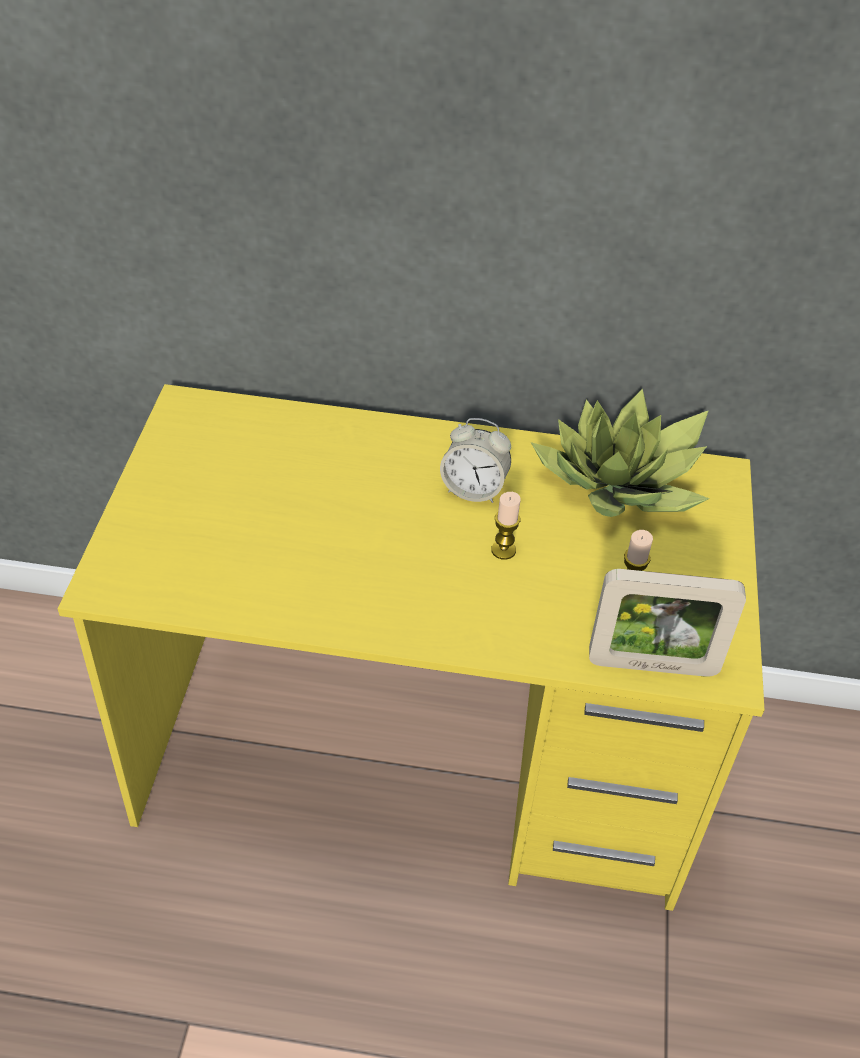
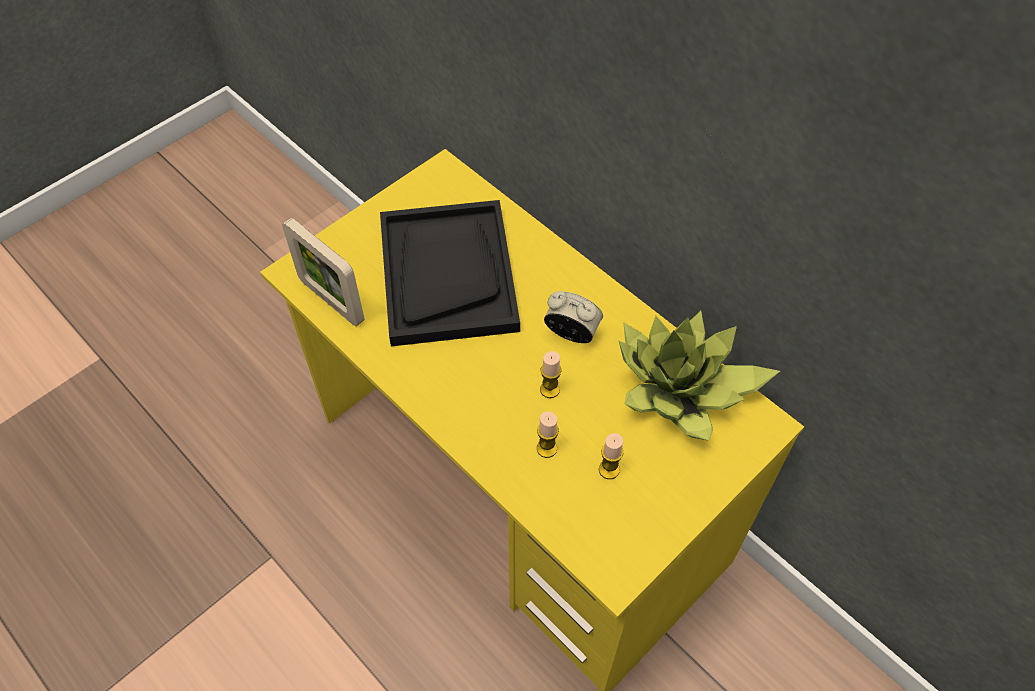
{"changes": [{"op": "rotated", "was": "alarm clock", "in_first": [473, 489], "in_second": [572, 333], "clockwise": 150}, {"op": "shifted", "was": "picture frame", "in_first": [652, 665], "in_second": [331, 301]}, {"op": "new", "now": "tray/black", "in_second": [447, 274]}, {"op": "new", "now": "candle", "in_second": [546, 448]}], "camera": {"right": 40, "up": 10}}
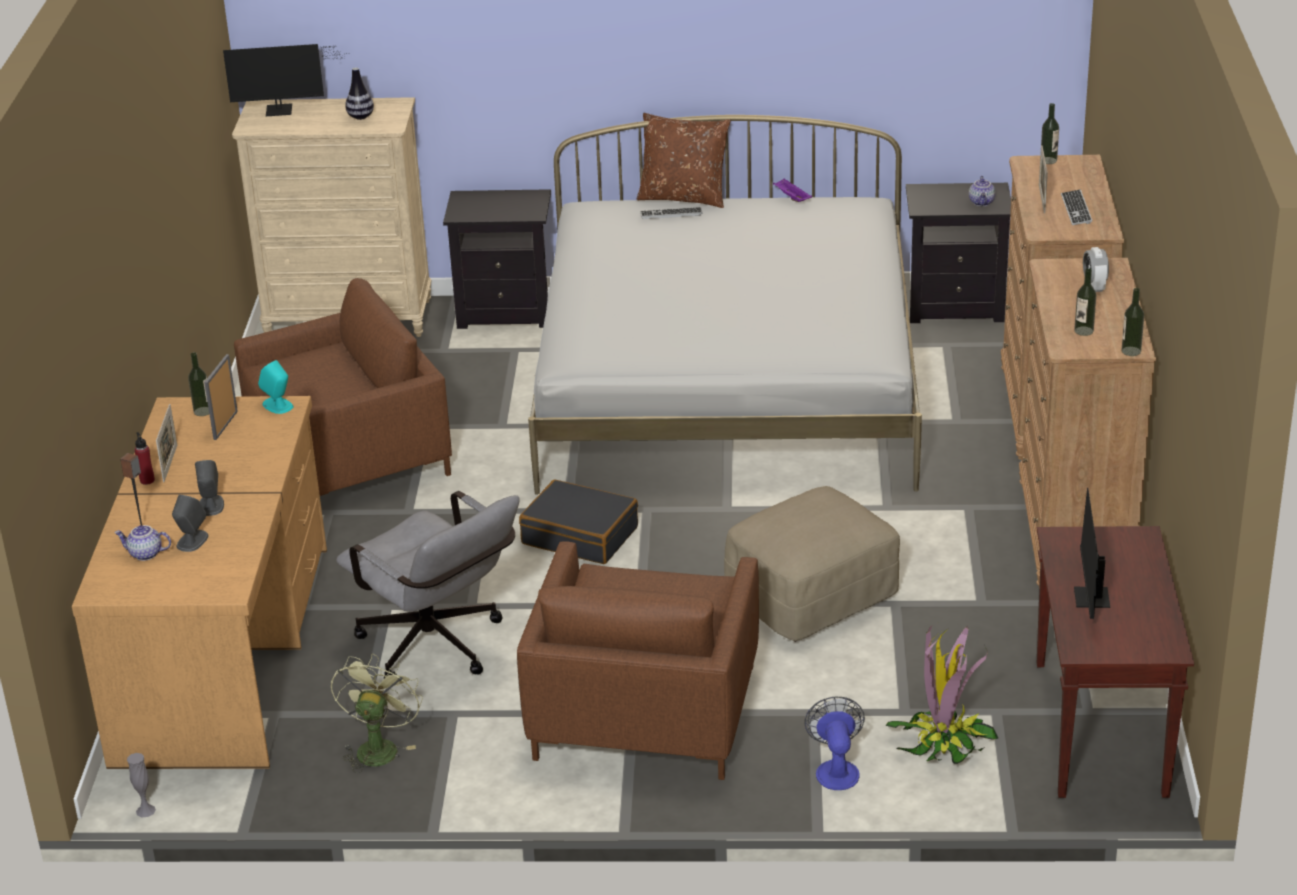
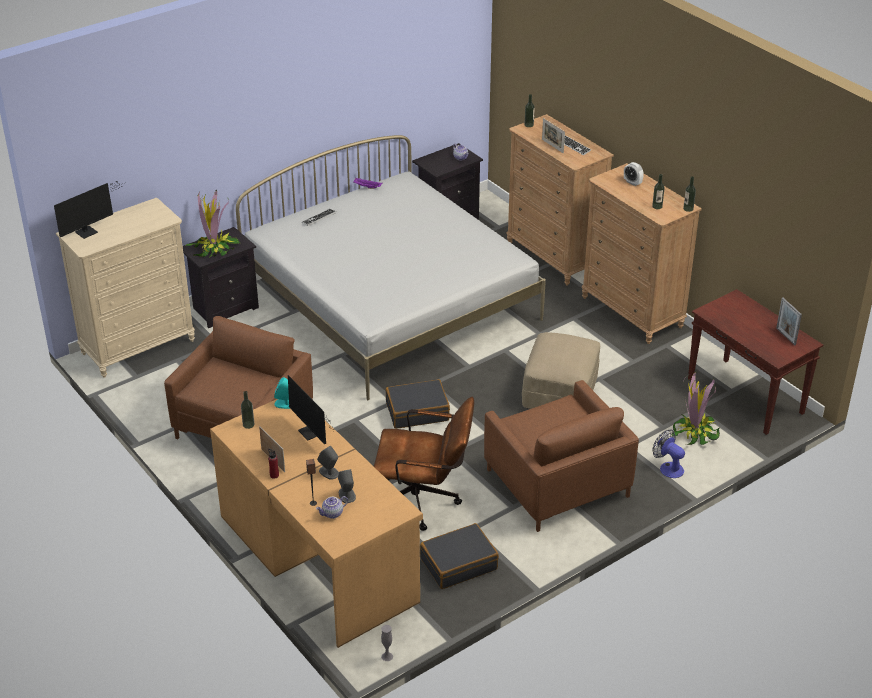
{"changes": [{"op": "shifted", "was": "picture frame", "in_first": [225, 425], "in_second": [786, 336]}, {"op": "swapped", "was": "fan/green", "now": "suitcase/black", "in_first": [378, 747], "in_second": [458, 563]}, {"op": "repainted", "was": "office chair/grey", "now": "office chair/brown", "in_first": [439, 650], "in_second": [424, 501]}, {"op": "gone", "was": "vase", "in_first": [360, 117]}, {"op": "gone", "was": "pillow/brown", "in_first": [684, 197]}, {"op": "shifted", "was": "monitor", "in_first": [1090, 601], "in_second": [311, 434]}, {"op": "new", "now": "potted plant", "in_second": [215, 249]}], "camera": {"right": -40, "up": 5}}
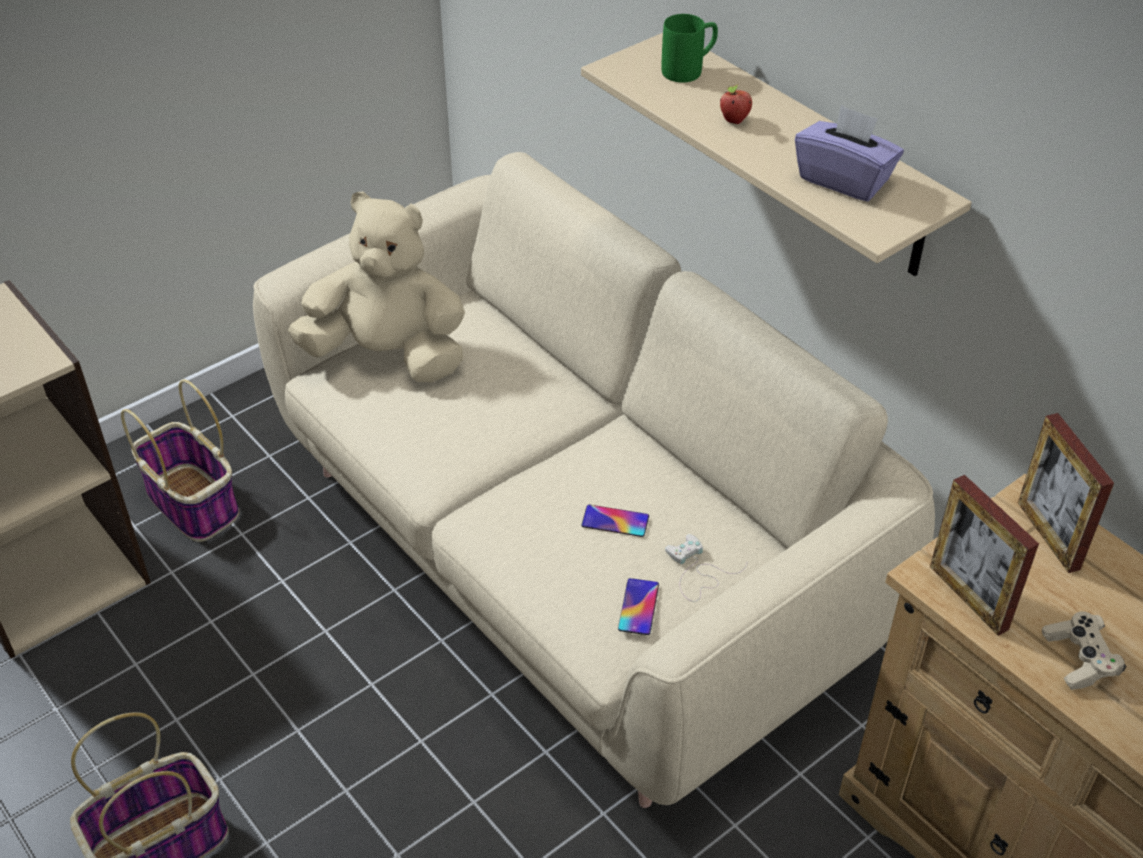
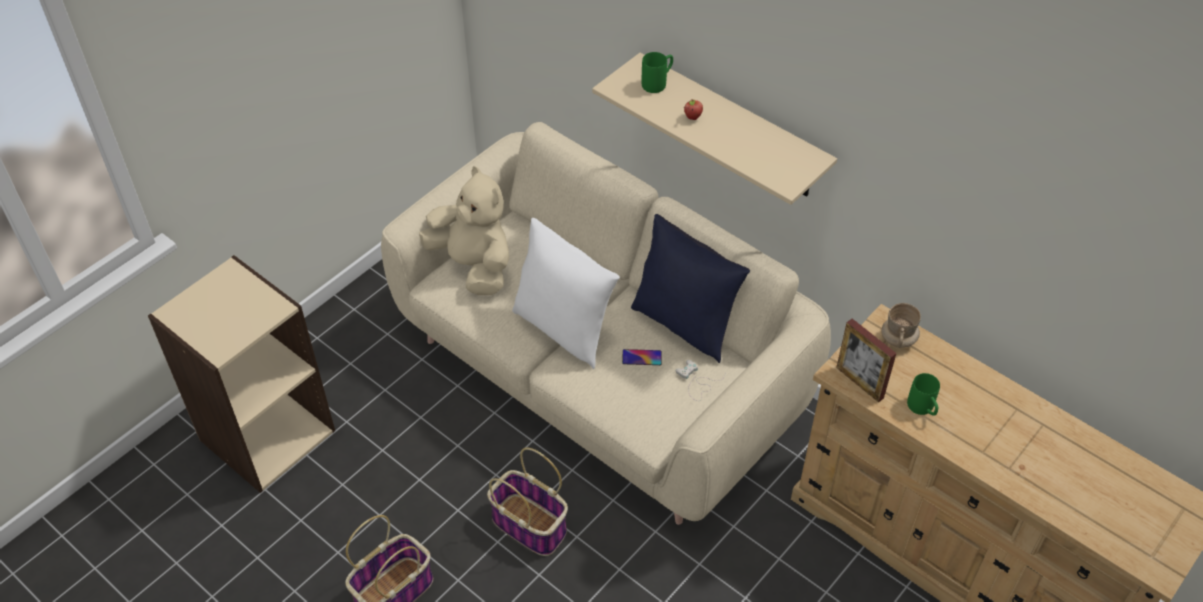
{"changes": [{"op": "shifted", "was": "basket", "in_first": [194, 504], "in_second": [530, 525]}, {"op": "rotated", "was": "plush toy/beige", "in_first": [388, 355], "in_second": [473, 265], "clockwise": 45}, {"op": "gone", "was": "phone", "in_first": [638, 607]}, {"op": "gone", "was": "tissue box/purple", "in_first": [844, 180]}, {"op": "swapped", "was": "picture frame", "now": "mug/beige", "in_first": [1048, 535], "in_second": [898, 340]}, {"op": "swapped", "was": "game controller/beige", "now": "mug/green", "in_first": [1079, 659], "in_second": [923, 409]}, {"op": "new", "now": "pillow/white", "in_second": [564, 329]}, {"op": "new", "now": "pillow/blue", "in_second": [684, 324]}], "camera": {"right": -10, "up": 5}}
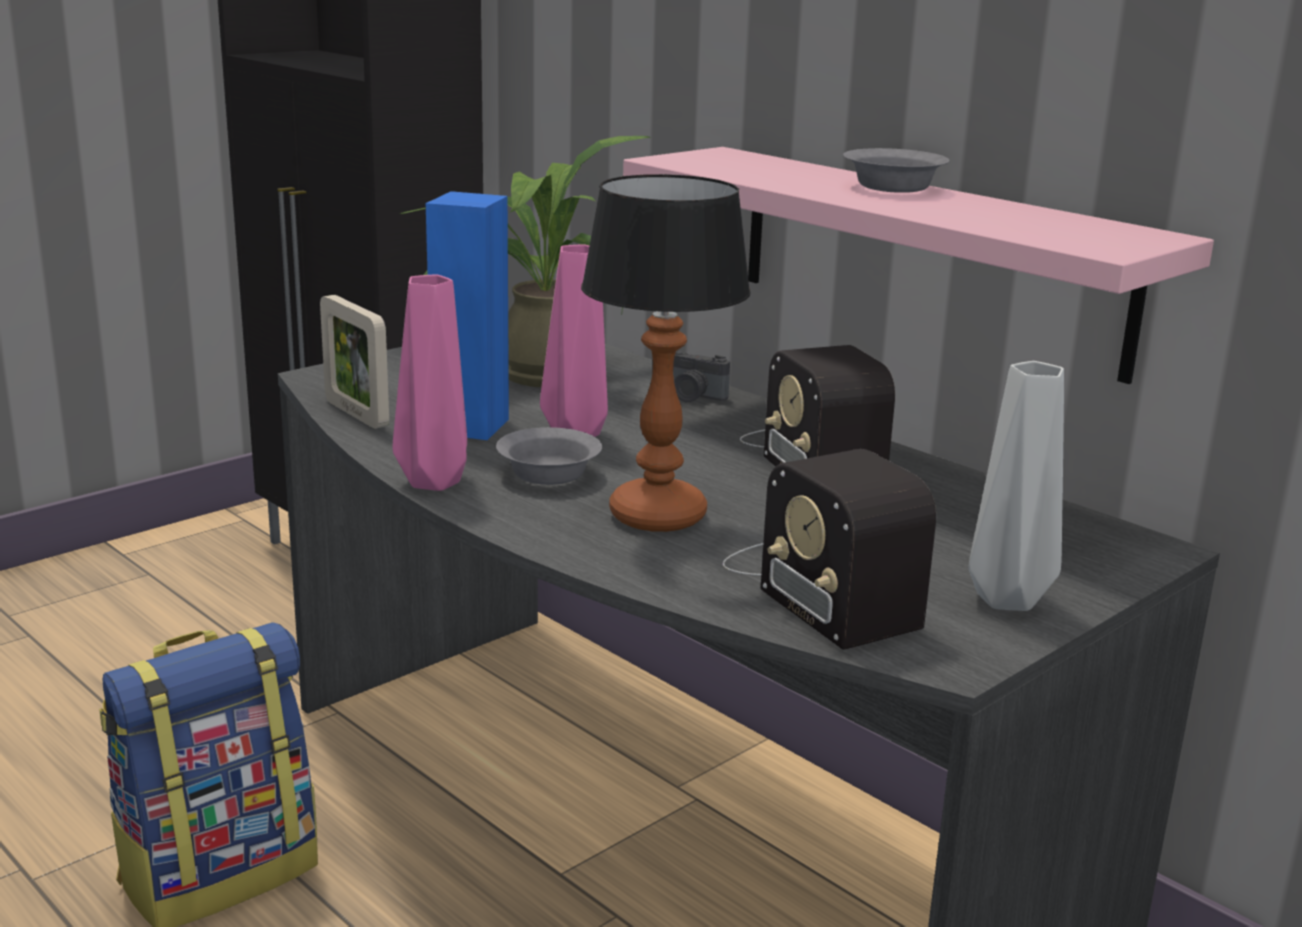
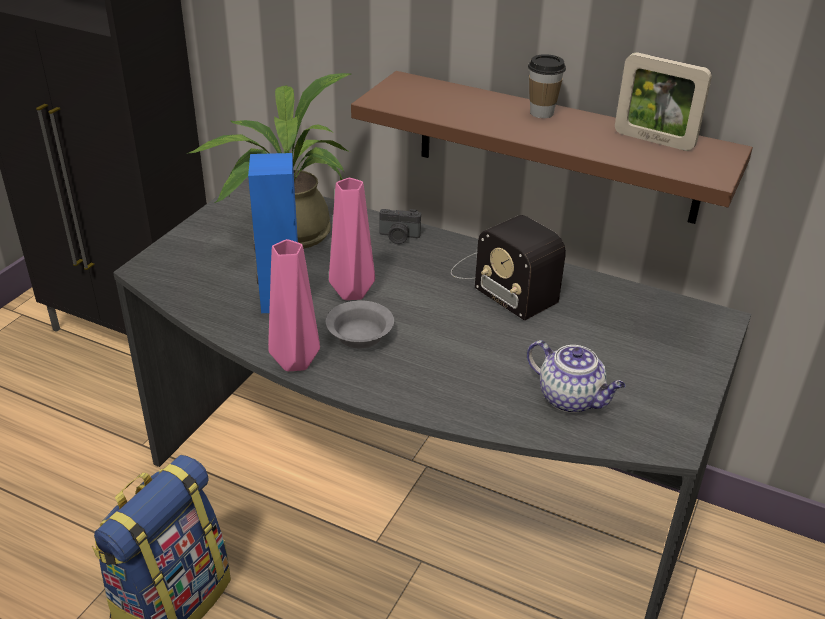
{"changes": [{"op": "shifted", "was": "picture frame", "in_first": [356, 414], "in_second": [654, 140]}, {"op": "gone", "was": "table lamp", "in_first": [659, 516]}, {"op": "repainted", "was": "shelf/pink", "now": "shelf/brown", "in_first": [928, 257], "in_second": [556, 147]}, {"op": "swapped", "was": "radio", "now": "teapot", "in_first": [818, 585], "in_second": [571, 399]}, {"op": "swapped", "was": "bowl/grey", "now": "cup", "in_first": [893, 187], "in_second": [541, 113]}, {"op": "gone", "was": "vase/grey", "in_first": [1003, 600]}], "camera": {"right": -20, "up": 15}}
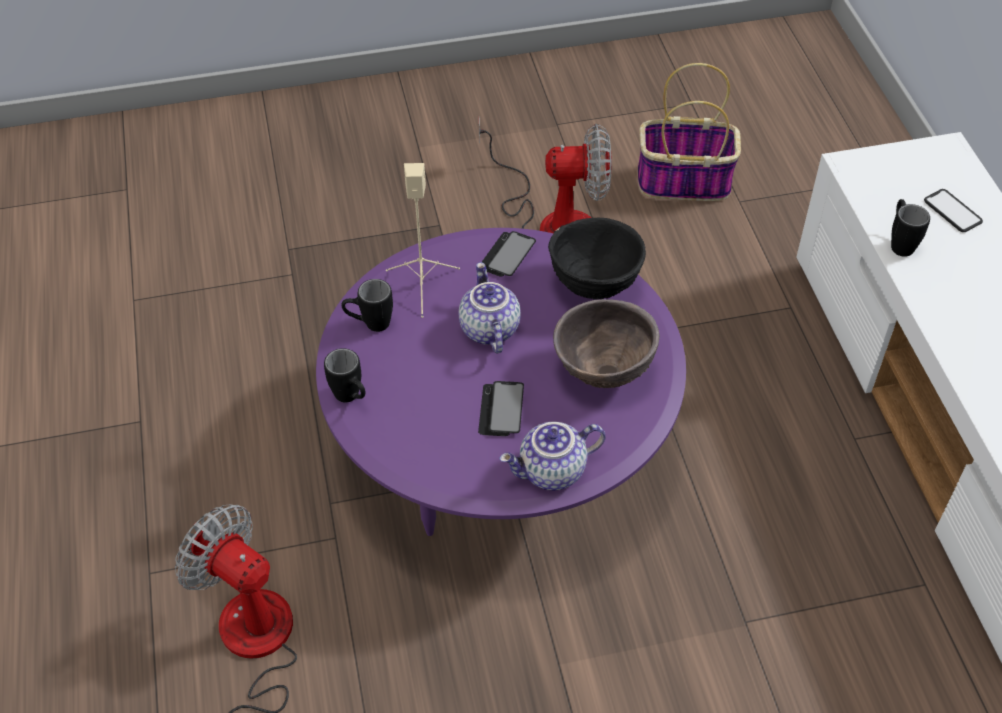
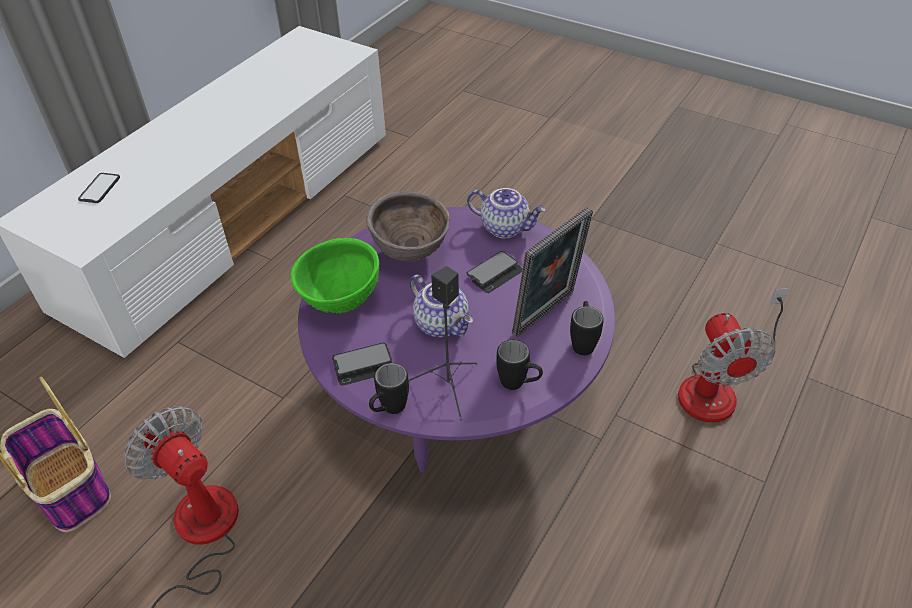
{"changes": [{"op": "repainted", "was": "speaker/beige", "now": "speaker/black", "in_first": [421, 285], "in_second": [449, 388]}, {"op": "rotated", "was": "teapot", "in_first": [488, 329], "in_second": [443, 324], "clockwise": -75}, {"op": "repainted", "was": "bowl/black", "now": "bowl/green", "in_first": [594, 286], "in_second": [341, 303]}, {"op": "shifted", "was": "mug/black", "in_first": [899, 242], "in_second": [389, 410]}, {"op": "new", "now": "picture frame", "in_second": [547, 315]}], "camera": {"right": -135, "up": -5}}
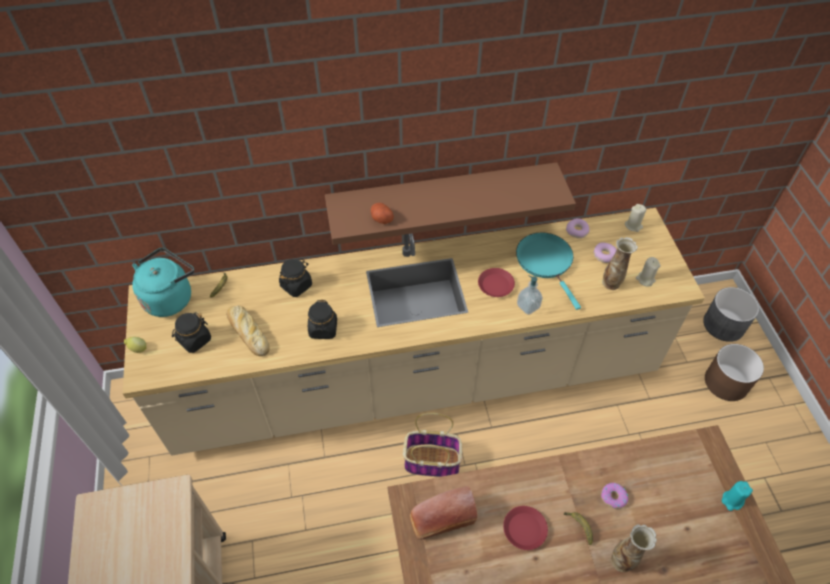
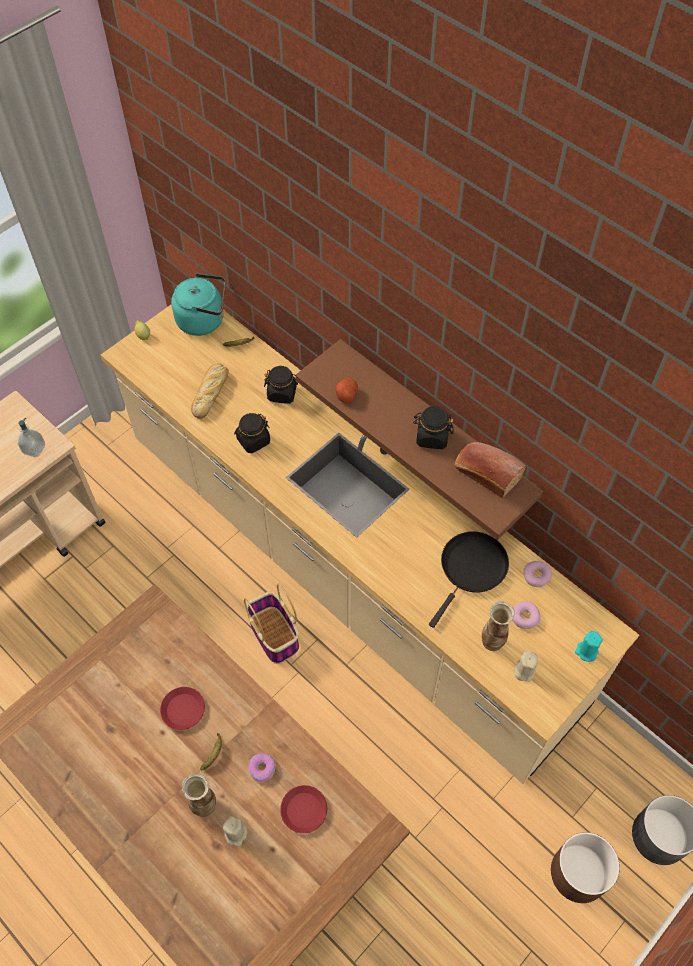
{"changes": [{"op": "shifted", "was": "jar/black", "in_first": [194, 340], "in_second": [431, 437]}, {"op": "shifted", "was": "bread", "in_first": [441, 519], "in_second": [485, 473]}, {"op": "shifted", "was": "plate/red", "in_first": [496, 285], "in_second": [304, 810]}, {"op": "repainted", "was": "frying pan/turquoise", "now": "frying pan/black", "in_first": [546, 261], "in_second": [471, 569]}, {"op": "shifted", "was": "soap dispenser", "in_first": [528, 306], "in_second": [34, 449]}, {"op": "shifted", "was": "candle/beige", "in_first": [633, 226], "in_second": [236, 834]}, {"op": "shifted", "was": "candle/turquoise", "in_first": [732, 500], "in_second": [586, 651]}], "camera": {"right": 55, "up": 5}}
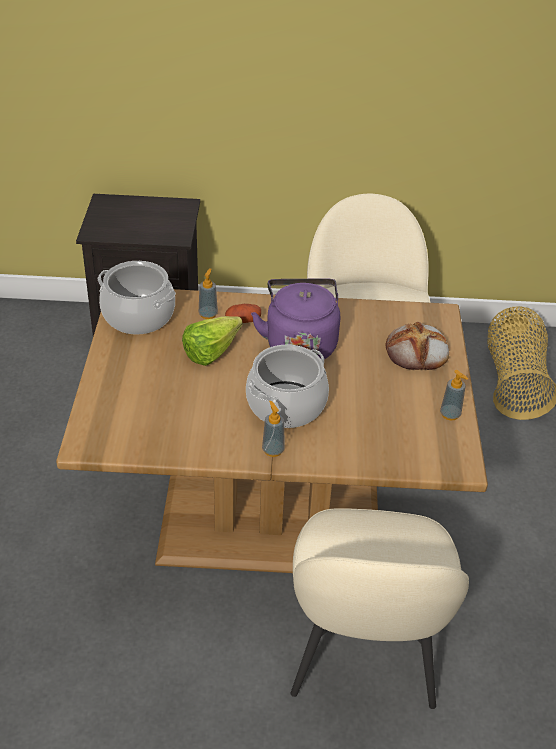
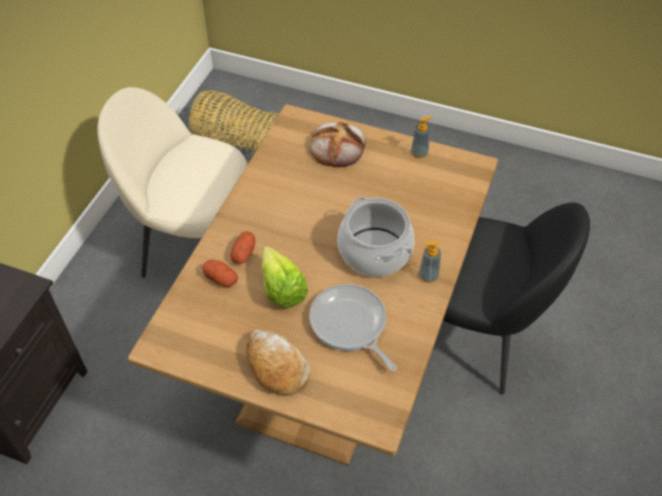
{"changes": [{"op": "gone", "was": "cooking pot", "in_first": [139, 315]}, {"op": "swapped", "was": "soap dispenser", "now": "potato", "in_first": [208, 314], "in_second": [221, 279]}, {"op": "gone", "was": "kettle/purple", "in_first": [300, 344]}, {"op": "repainted", "was": "chair/beige", "now": "chair/black", "in_first": [363, 655], "in_second": [478, 336]}, {"op": "new", "now": "bread", "in_second": [276, 367]}, {"op": "new", "now": "frying pan", "in_second": [350, 325]}], "camera": {"right": -70, "up": 10}}
